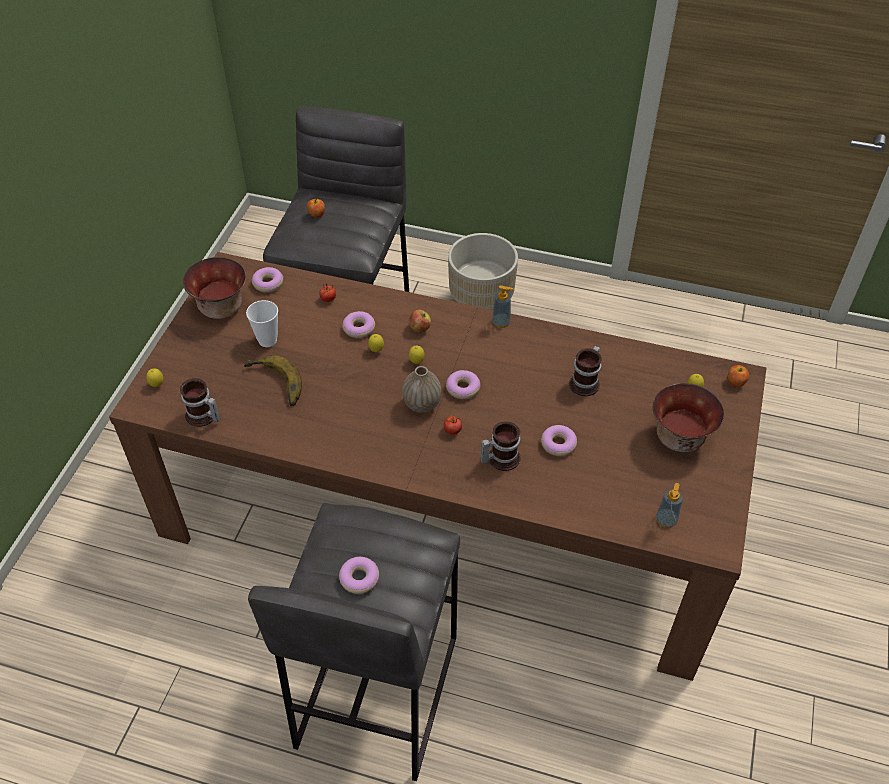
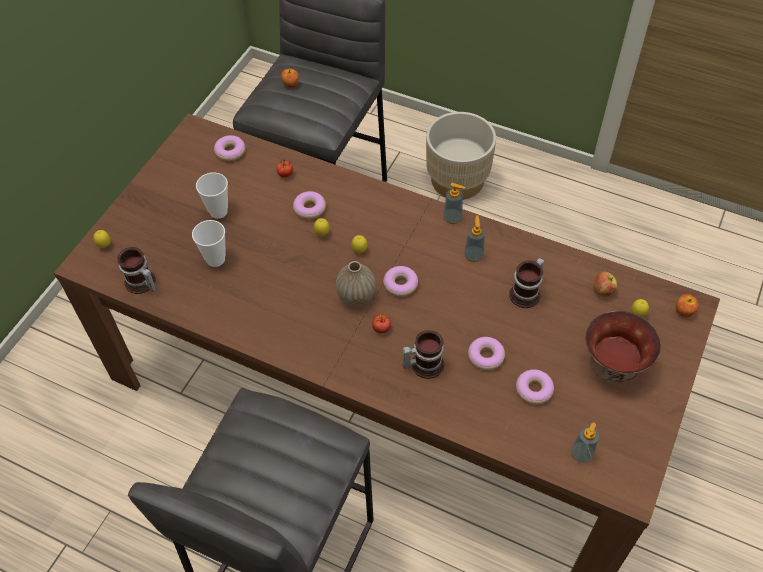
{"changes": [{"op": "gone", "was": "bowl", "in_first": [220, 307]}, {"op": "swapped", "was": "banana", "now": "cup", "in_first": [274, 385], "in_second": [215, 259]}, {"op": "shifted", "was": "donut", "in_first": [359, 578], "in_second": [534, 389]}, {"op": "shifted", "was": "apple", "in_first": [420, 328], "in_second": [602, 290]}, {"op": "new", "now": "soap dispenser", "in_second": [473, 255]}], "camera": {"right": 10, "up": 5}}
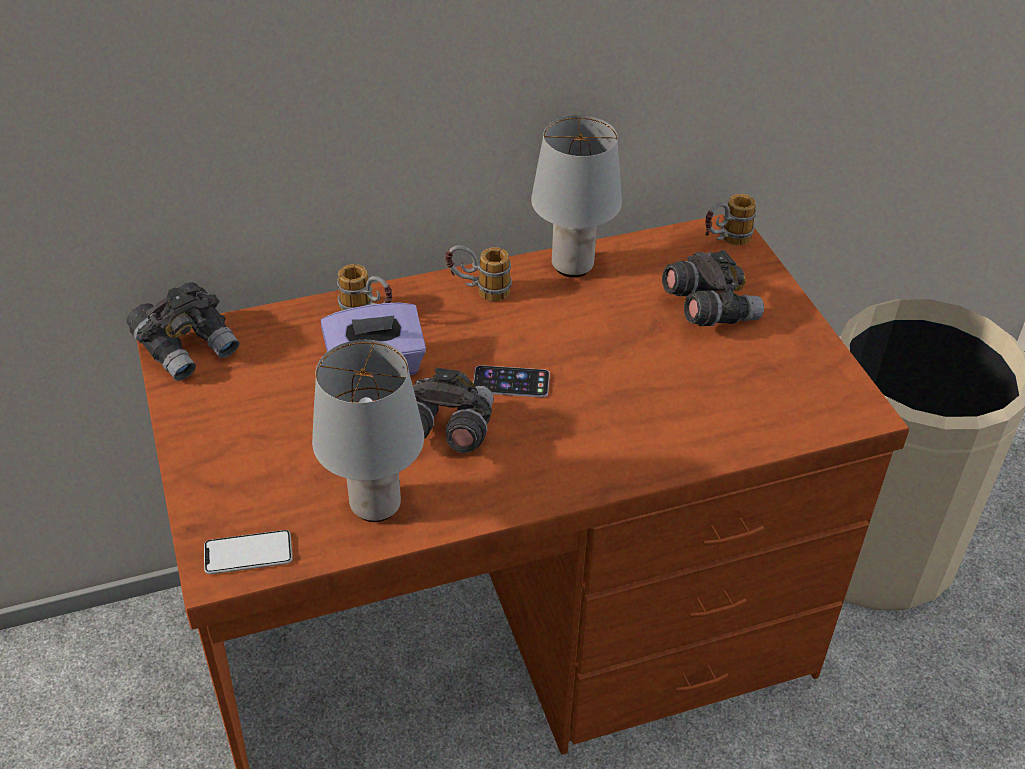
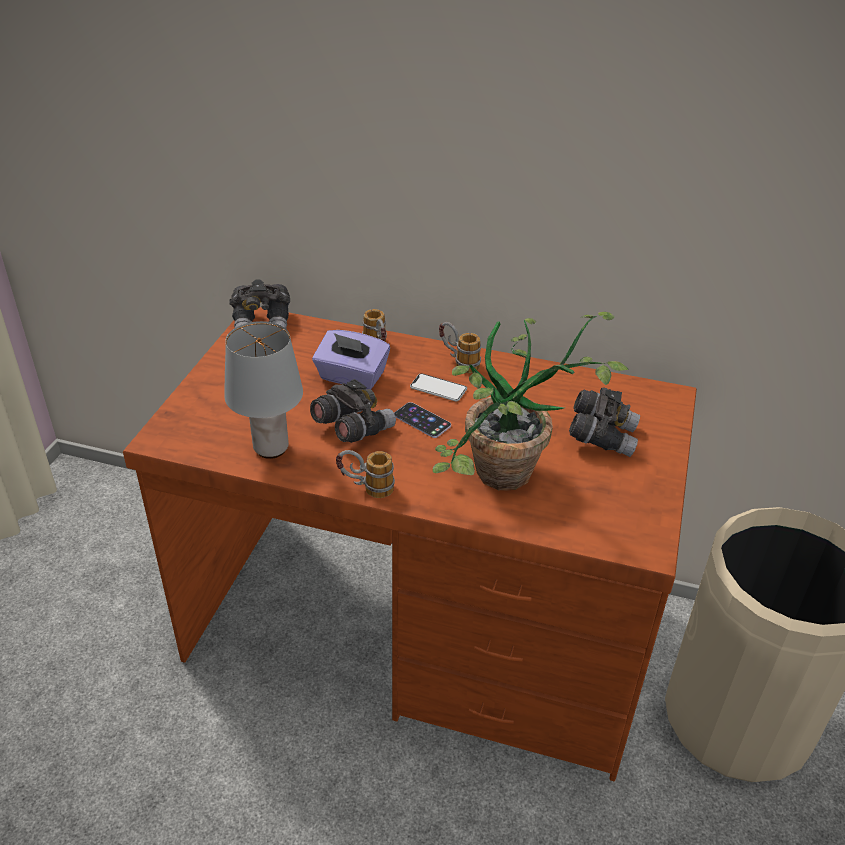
{"changes": [{"op": "shifted", "was": "phone", "in_first": [248, 553], "in_second": [438, 388]}, {"op": "gone", "was": "table lamp/grey", "in_first": [573, 266]}, {"op": "shifted", "was": "mug", "in_first": [725, 241], "in_second": [366, 488]}, {"op": "new", "now": "potted plant", "in_second": [504, 483]}], "camera": {"right": 35, "up": -5}}
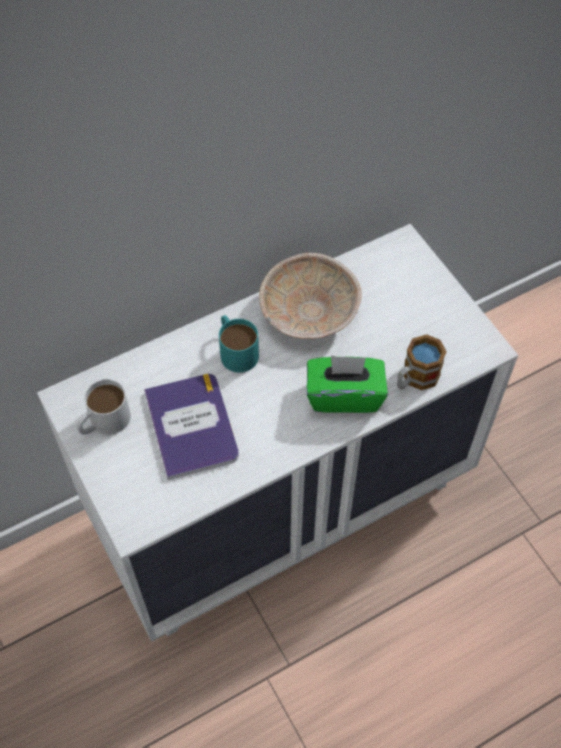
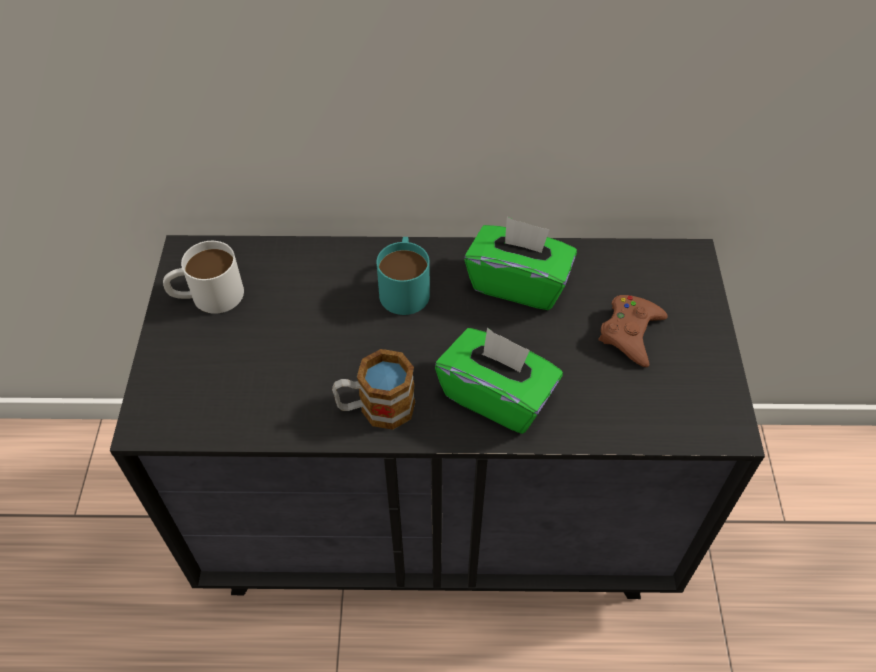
{"changes": [{"op": "repainted", "was": "dresser/white", "now": "dresser/black", "in_first": [281, 502], "in_second": [439, 517]}, {"op": "gone", "was": "book", "in_first": [191, 426]}, {"op": "swapped", "was": "bowl/beige", "now": "tissue box/green", "in_first": [308, 312], "in_second": [518, 283]}, {"op": "shifted", "was": "mug", "in_first": [415, 378], "in_second": [376, 408]}, {"op": "new", "now": "game controller/brown", "in_second": [630, 333]}], "camera": {"right": 30, "up": -5}}
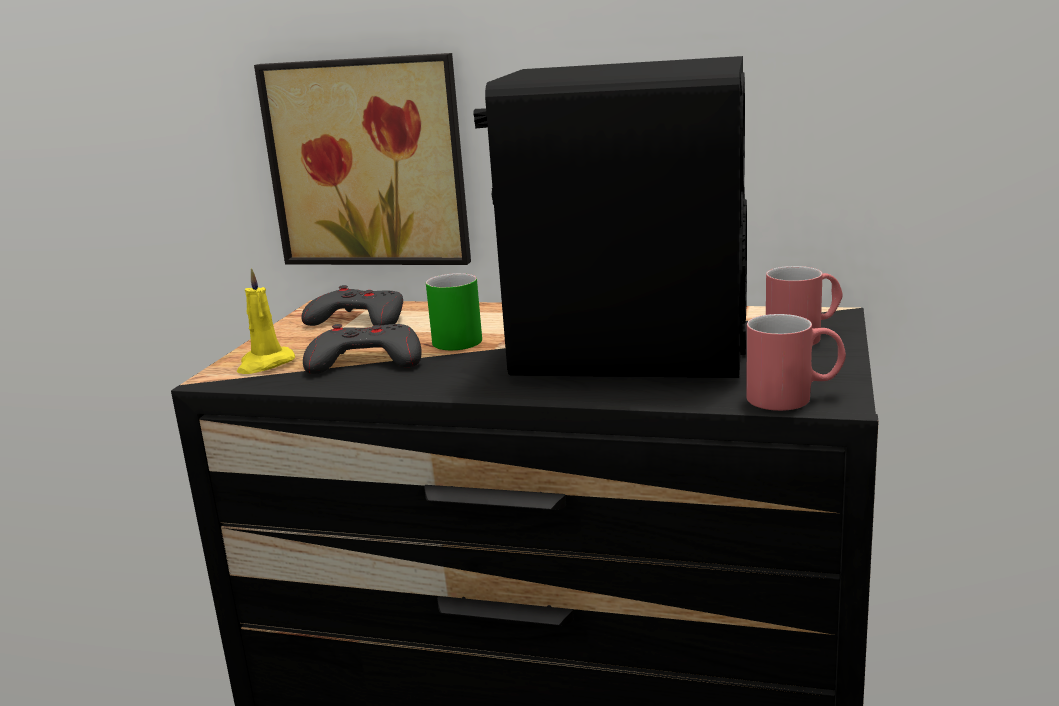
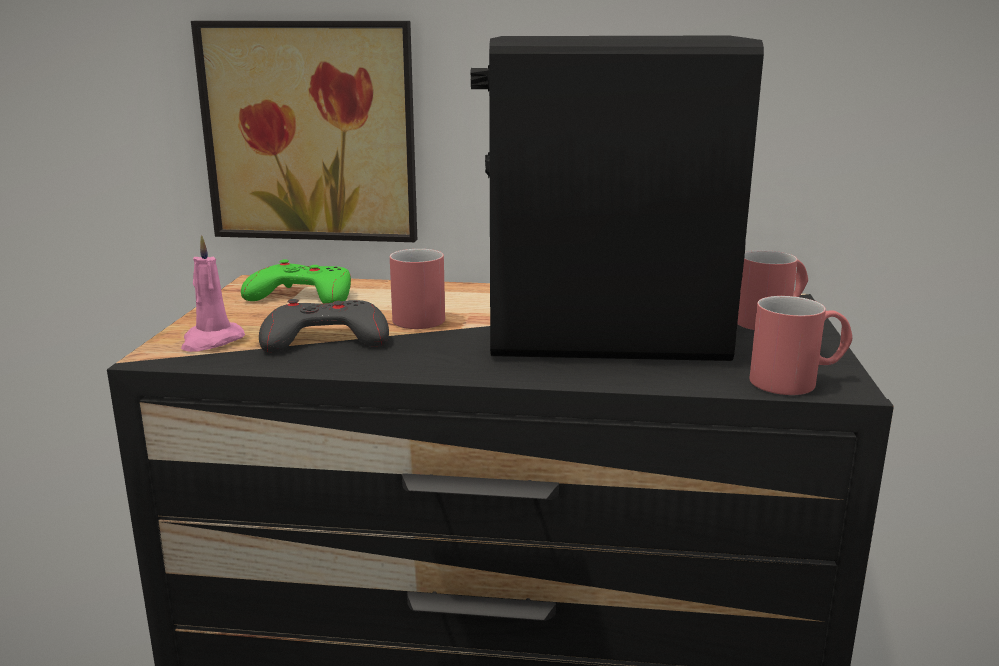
{"changes": [{"op": "repainted", "was": "candle/yellow", "now": "candle/pink", "in_first": [265, 364], "in_second": [211, 341]}, {"op": "repainted", "was": "game controller/grey", "now": "game controller/green", "in_first": [359, 320], "in_second": [302, 296]}, {"op": "repainted", "was": "mug/green", "now": "mug/red", "in_first": [455, 338], "in_second": [415, 316]}], "camera": {"right": -10, "up": 0}}
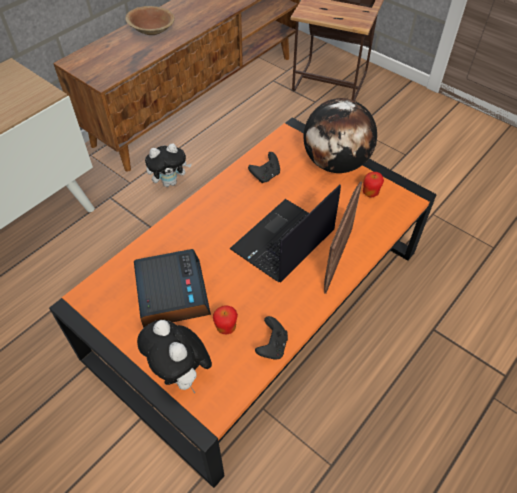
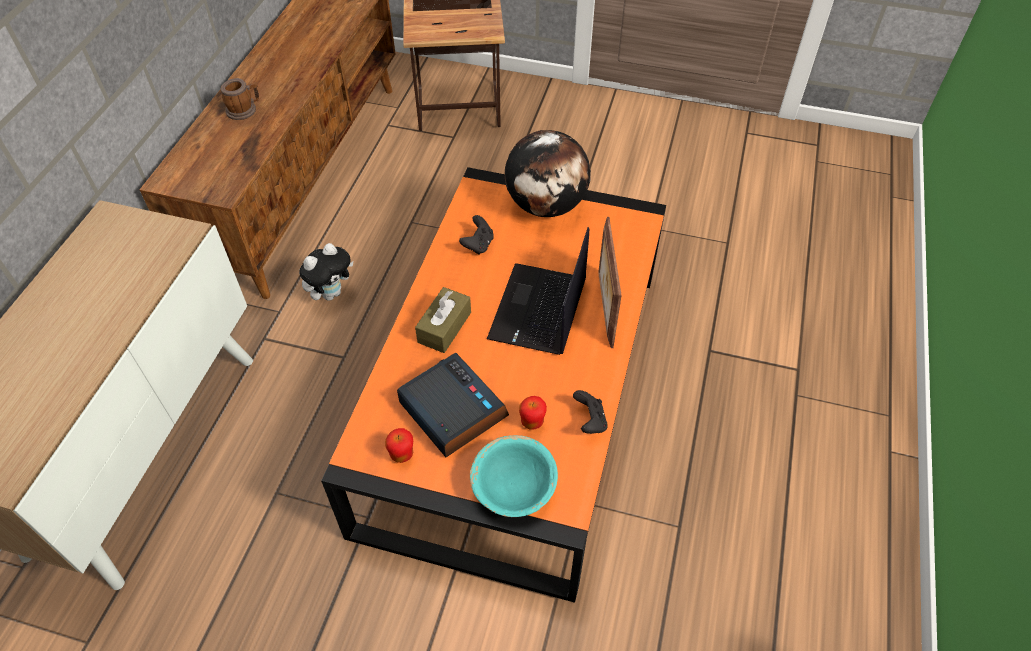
{"changes": [{"op": "swapped", "was": "bowl/brown", "now": "mug", "in_first": [152, 31], "in_second": [244, 110]}, {"op": "swapped", "was": "plush toy", "now": "bowl/turquoise", "in_first": [181, 374], "in_second": [514, 486]}, {"op": "shifted", "was": "apple", "in_first": [370, 193], "in_second": [402, 454]}, {"op": "new", "now": "tissue box/brown", "in_second": [444, 327]}], "camera": {"right": -25, "up": 0}}
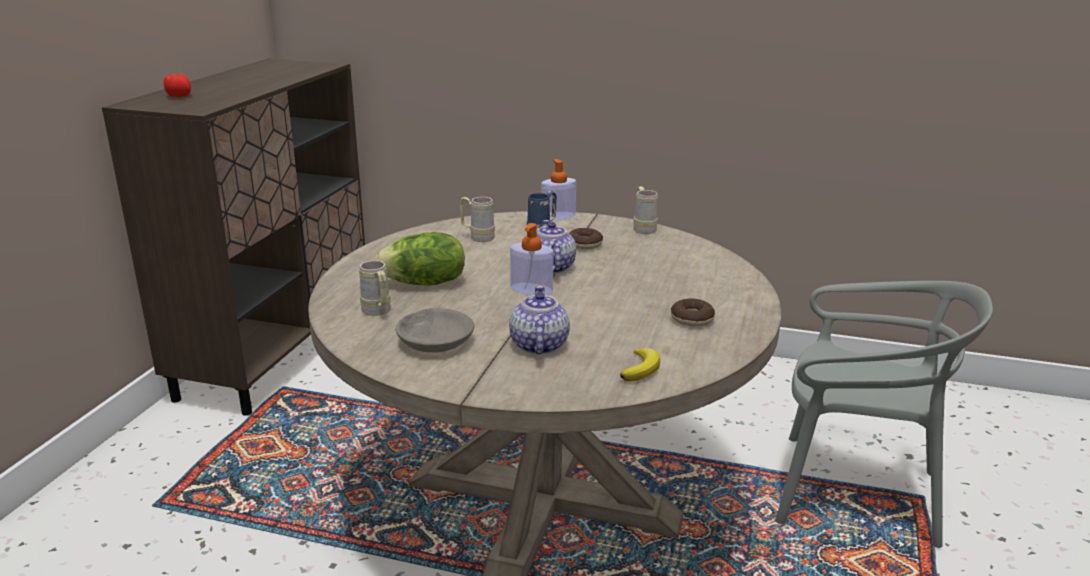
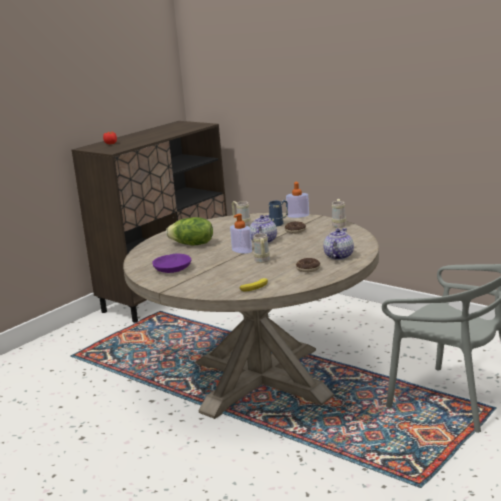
{"changes": [{"op": "shifted", "was": "mug/beige", "in_first": [378, 312], "in_second": [262, 261]}, {"op": "repainted", "was": "bowl/grey", "now": "bowl/purple", "in_first": [435, 341], "in_second": [172, 268]}, {"op": "shifted", "was": "teapot", "in_first": [538, 346], "in_second": [338, 256]}], "camera": {"right": 25, "up": -5}}
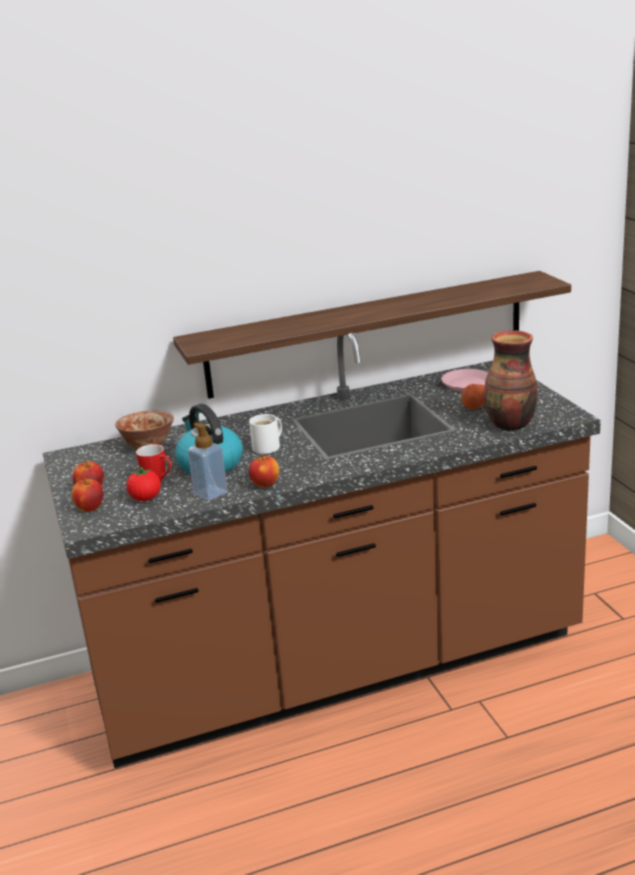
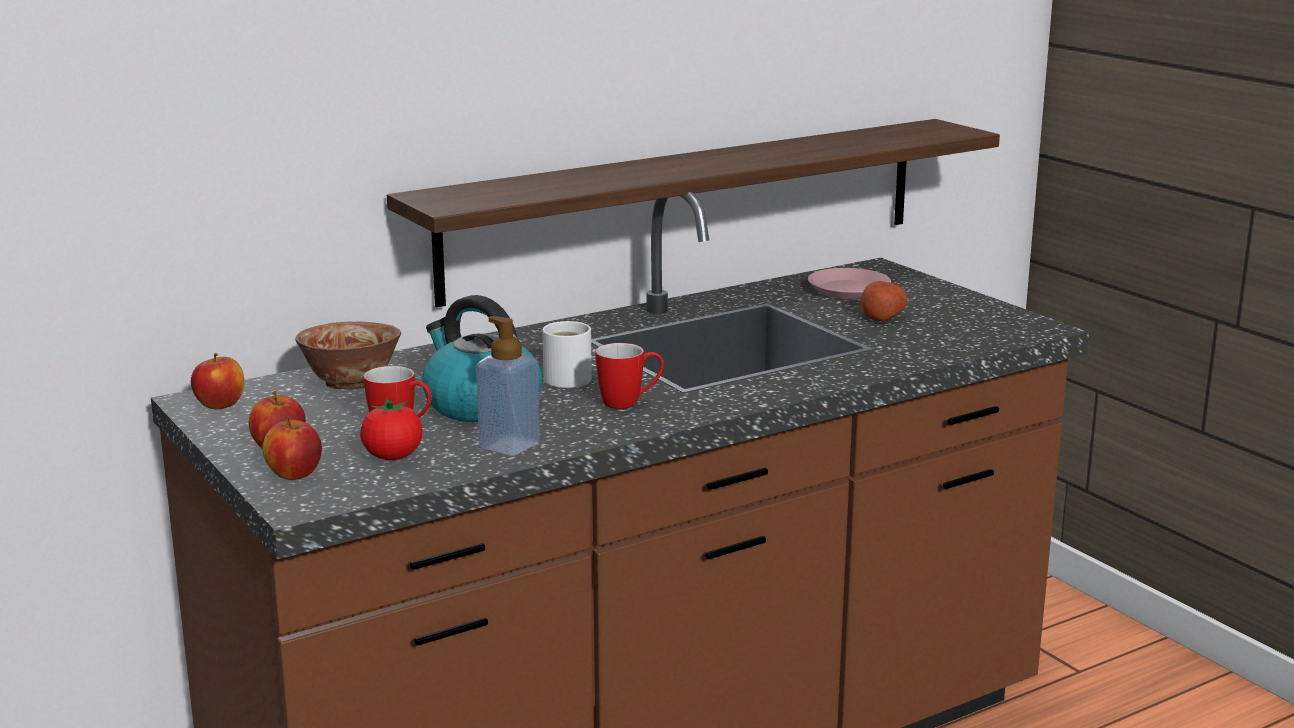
{"changes": [{"op": "shifted", "was": "apple", "in_first": [265, 484], "in_second": [220, 405]}, {"op": "gone", "was": "vase", "in_first": [510, 424]}, {"op": "new", "now": "mug", "in_second": [630, 403]}], "camera": {"right": -15, "up": -5}}
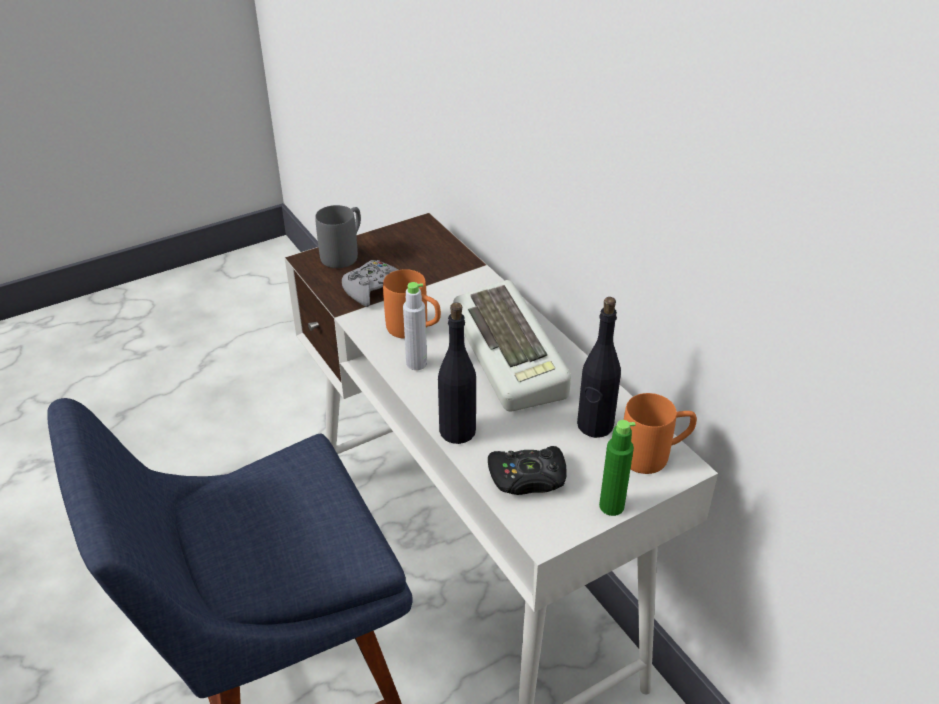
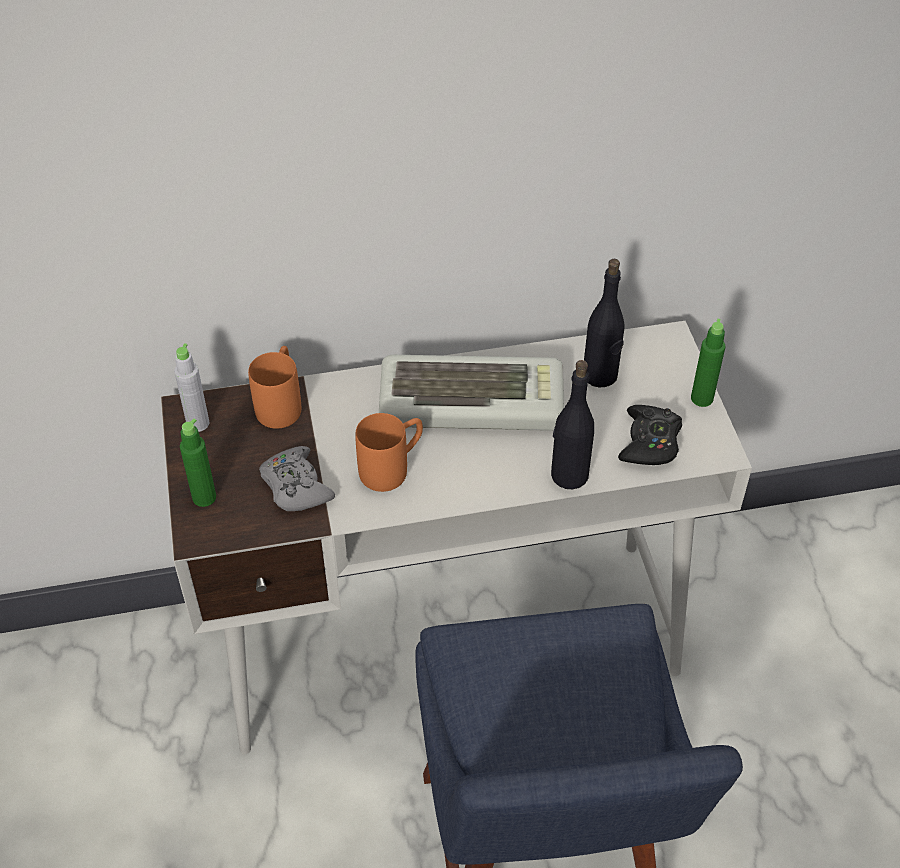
{"changes": [{"op": "swapped", "was": "mug/grey", "now": "bottle/green", "in_first": [344, 253], "in_second": [204, 497]}, {"op": "shifted", "was": "bottle/grey", "in_first": [416, 363], "in_second": [198, 423]}, {"op": "shifted", "was": "mug/orange", "in_first": [655, 455], "in_second": [281, 403]}], "camera": {"right": -70, "up": 10}}
